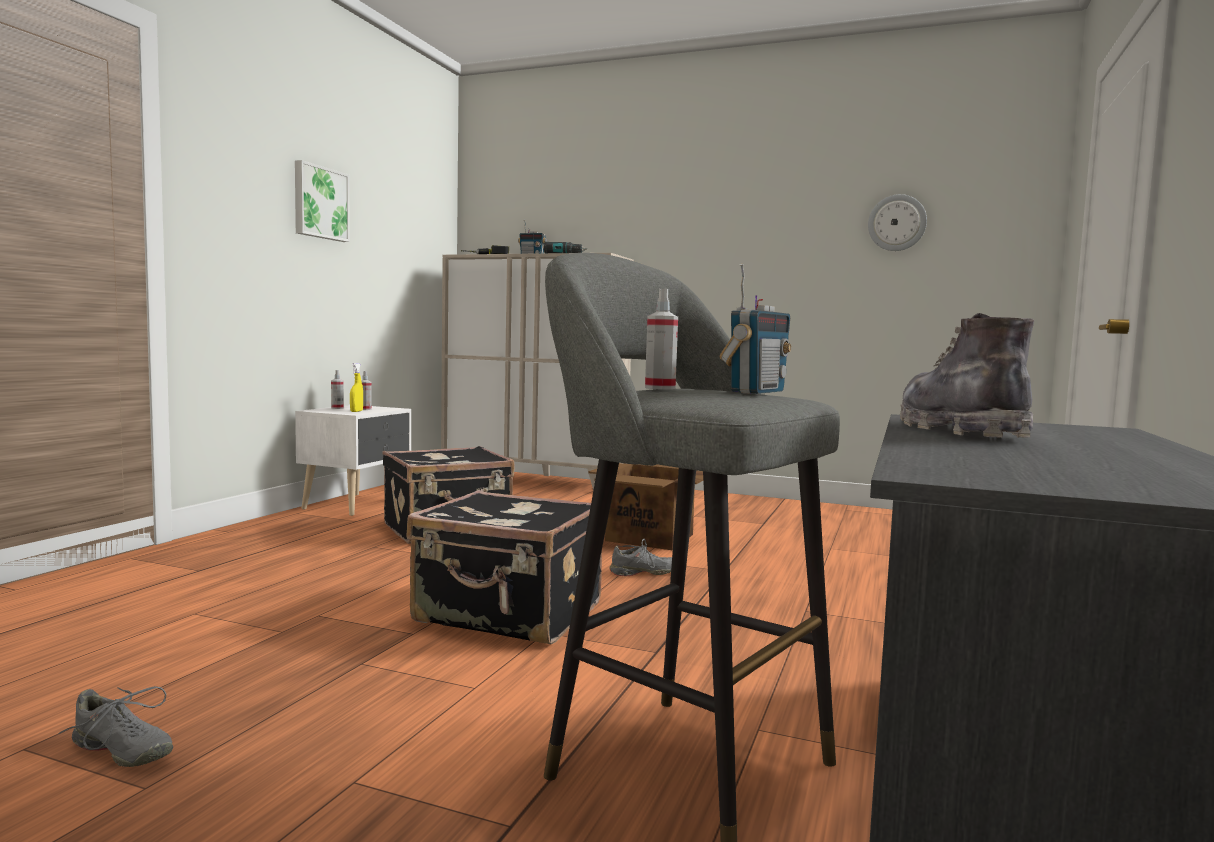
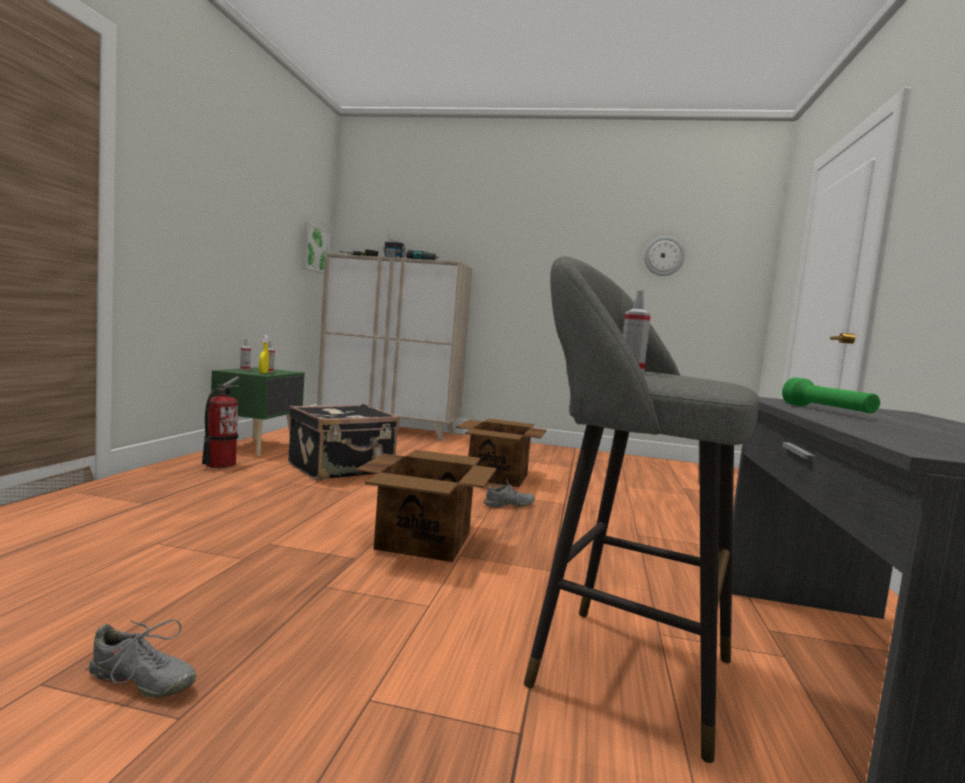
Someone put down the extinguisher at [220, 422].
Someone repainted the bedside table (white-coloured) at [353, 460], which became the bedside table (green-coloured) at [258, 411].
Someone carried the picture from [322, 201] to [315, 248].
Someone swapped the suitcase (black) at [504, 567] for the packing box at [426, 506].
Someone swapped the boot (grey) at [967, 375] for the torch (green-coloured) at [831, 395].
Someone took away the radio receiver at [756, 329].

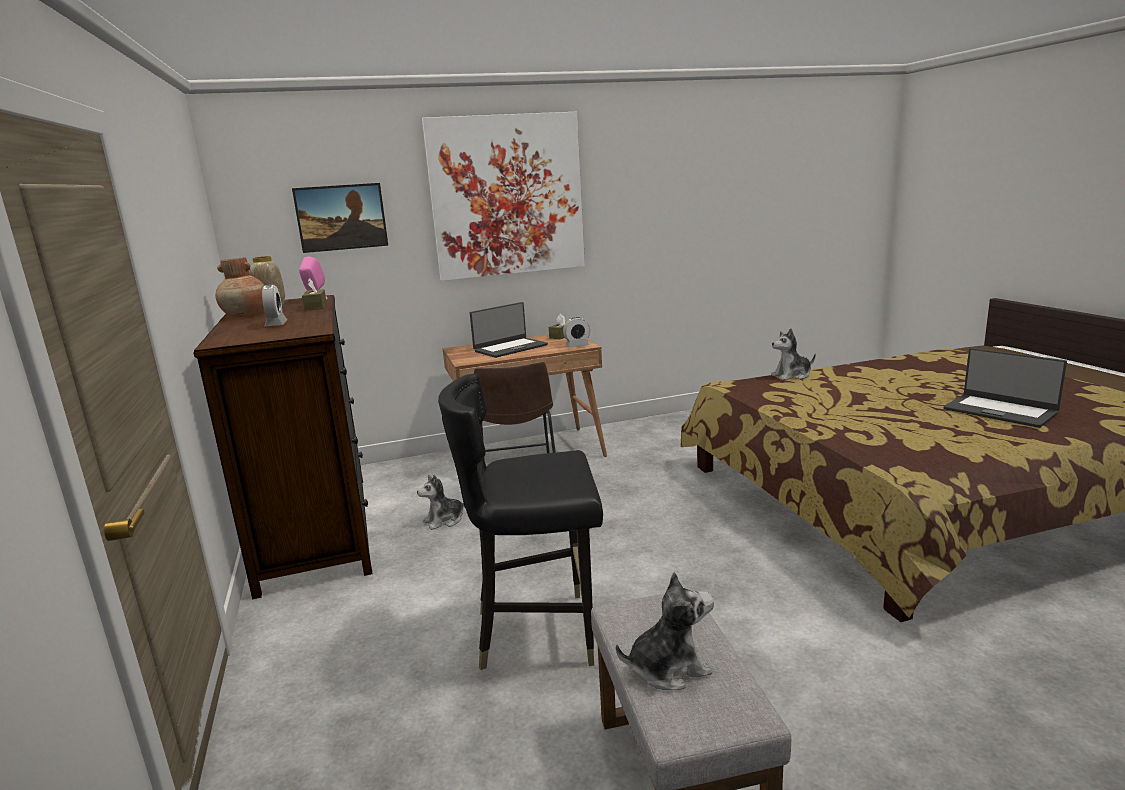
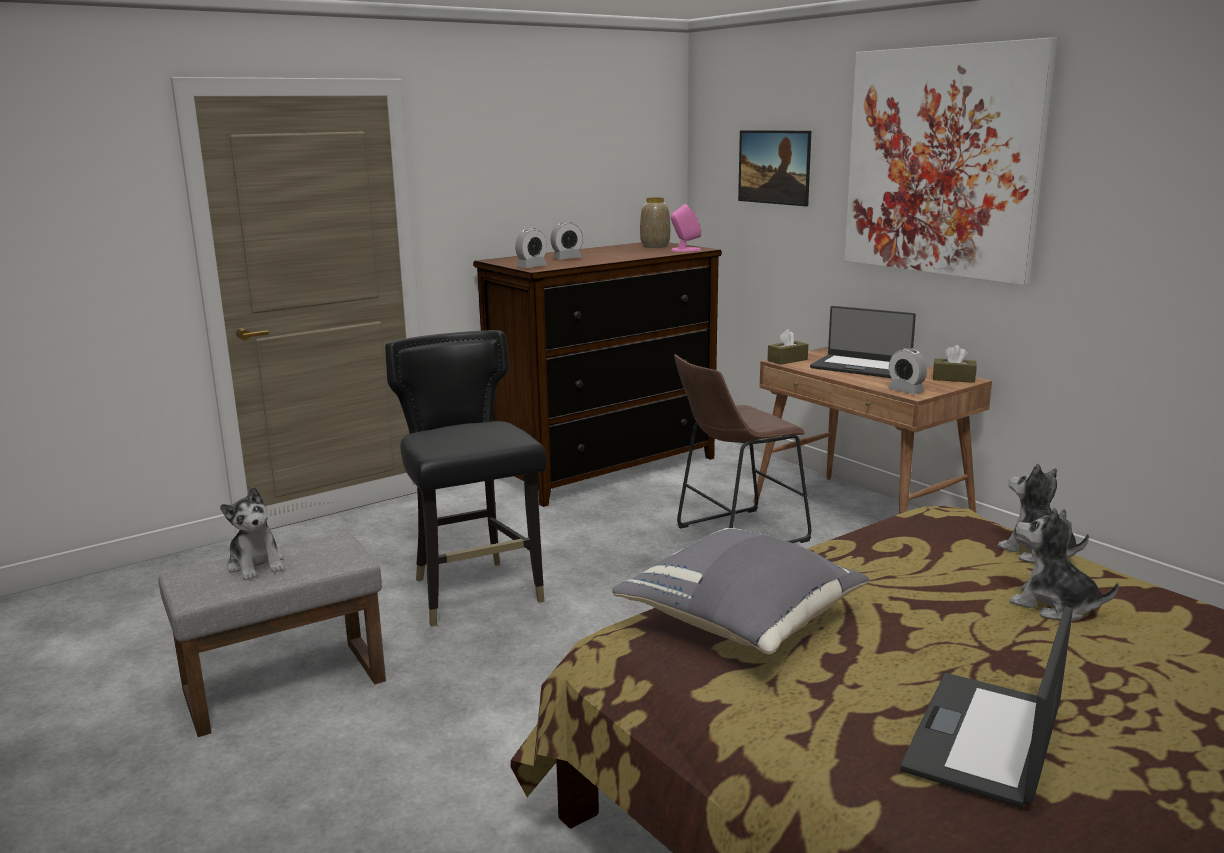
Someone put down the bedside clock at [531, 248].
Someone put down the pillow (grey) at [740, 591].
Someone carried the tissue box (brown-coloured) from [314, 294] to [787, 347].
Someone carried the cuddly toy from [440, 502] to [1064, 564].
Someone took away the decorative vase (brown-coloured) at [239, 287].

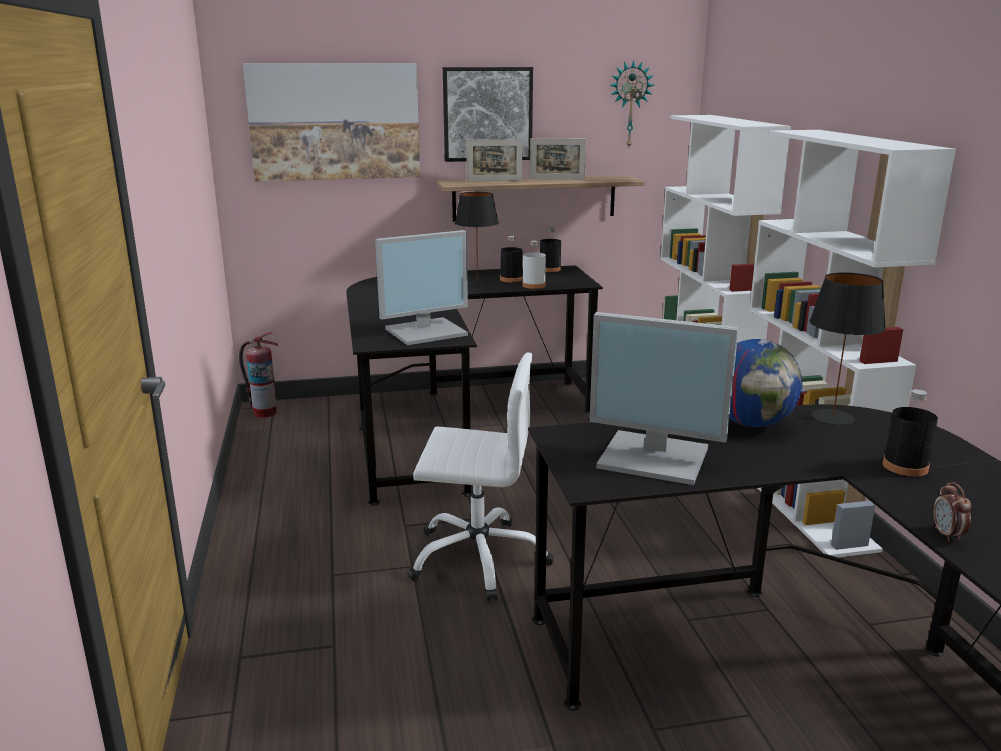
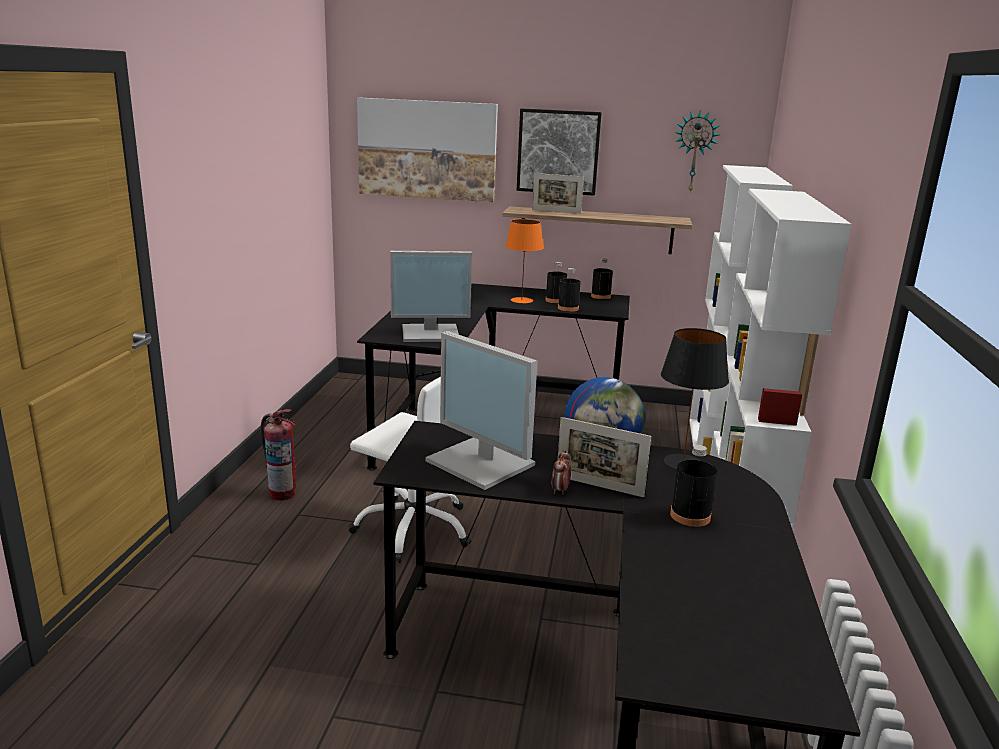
Someone carried the extinguisher from [258, 375] to [278, 455].
Someone repainted the table lamp (black) at [477, 239], which became the table lamp (orangey) at [524, 261].
Someone carried the bedside clock from [952, 512] to [562, 472].
Someone repainted the bottle (white-coloured) at [534, 265], which became the bottle (black) at [569, 290].
Someone carried the photo frame from [558, 159] to [604, 457].

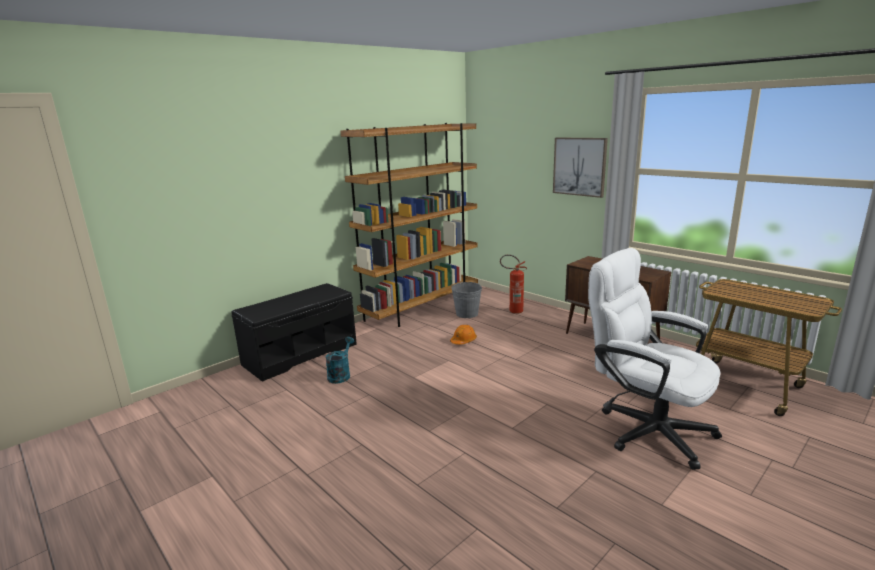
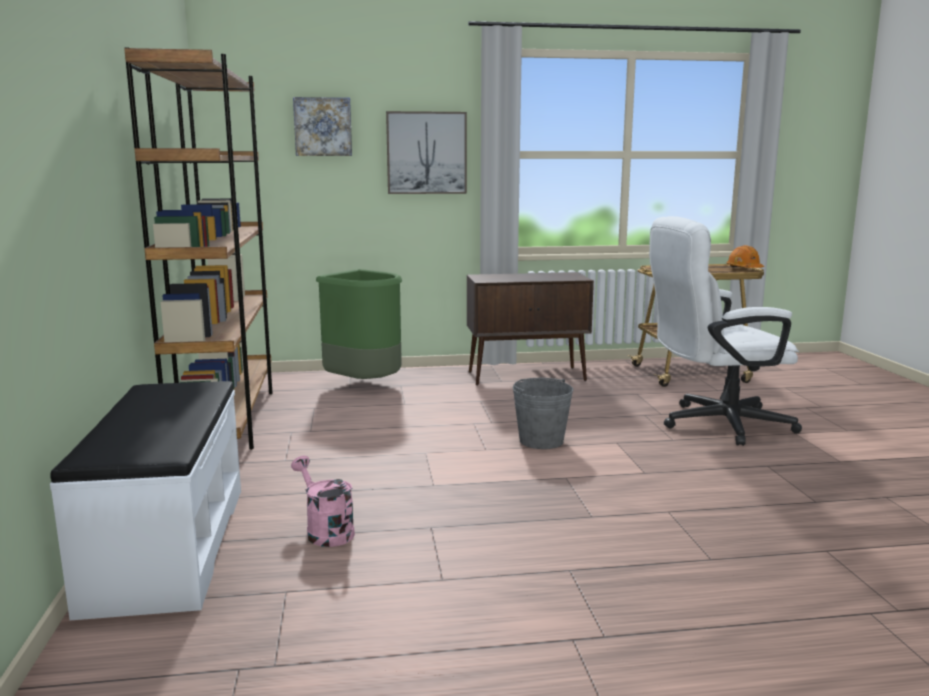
Someone repainted the bench (black) at [294, 332], which became the bench (white-coloured) at [145, 500].
Someone repainted the watering can (blue-green) at [339, 360], which became the watering can (pink-coloured) at [323, 501].
Someone put up the picture at [322, 126].
Someone swapped the extinguisher at [513, 284] for the waste bin (green-coloured) at [359, 324].
Someone carried the bucket (grey) from [466, 300] to [543, 413].
Someone carried the safety helmet (orangey) from [463, 335] to [745, 256].

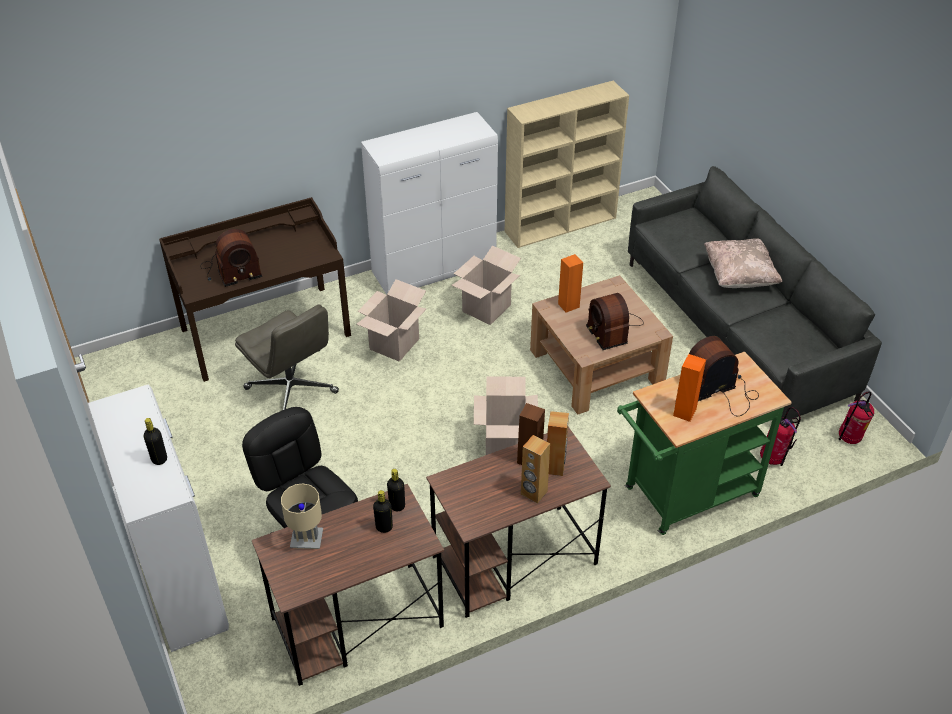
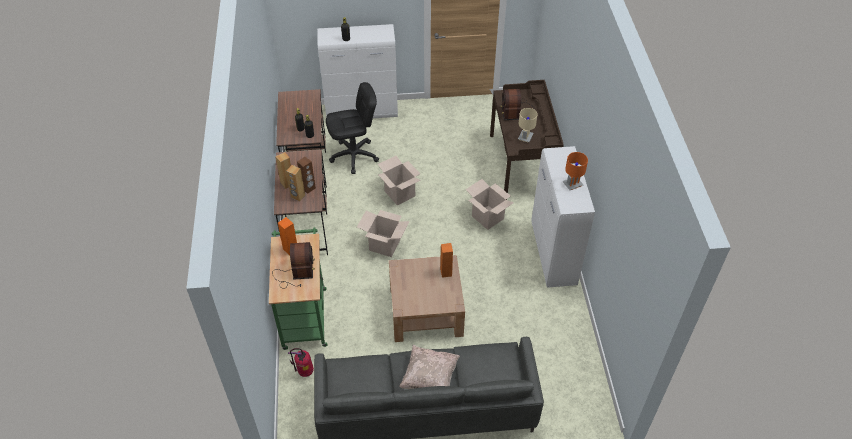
Someone carried the packing box from [486, 285] to [399, 180].
Someone carried the table lamp (beige) from [302, 516] to [528, 125].
Someone put down the table lamp (orangey) at [575, 171].
Someone took away the office chair (grey) at [287, 357].
Someone took away the shelving unit (beige) at [567, 164].
Someone took away the radio receiver at [615, 321].
Someone took away the extinguisher at [856, 418].

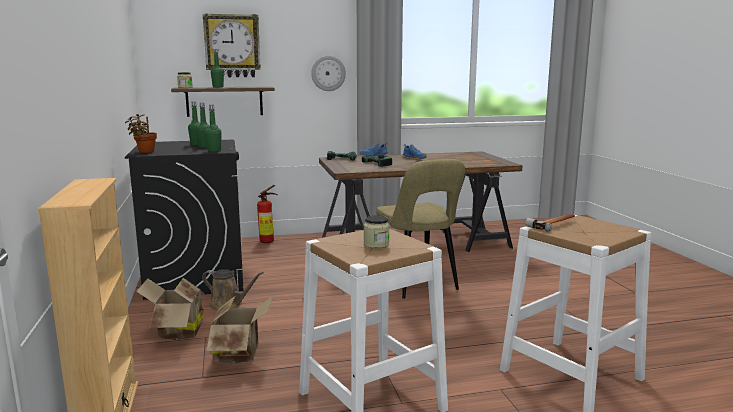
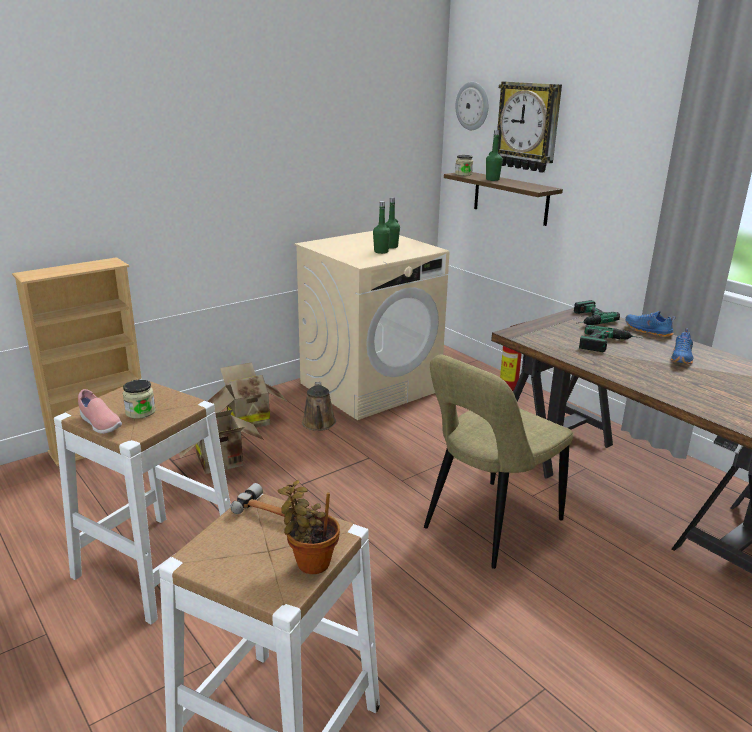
Someone put down the item of footwear (pink-coloured) at [100, 411].
Someone carried the plant in a pot from [141, 133] to [309, 527].
Someone repainted the laundry machine (black) at [184, 220], which became the laundry machine (beige) at [372, 325].
Someone carried the hanging clock from [328, 73] to [471, 106].
Someone took away the bottle (green-coloured) at [213, 128].

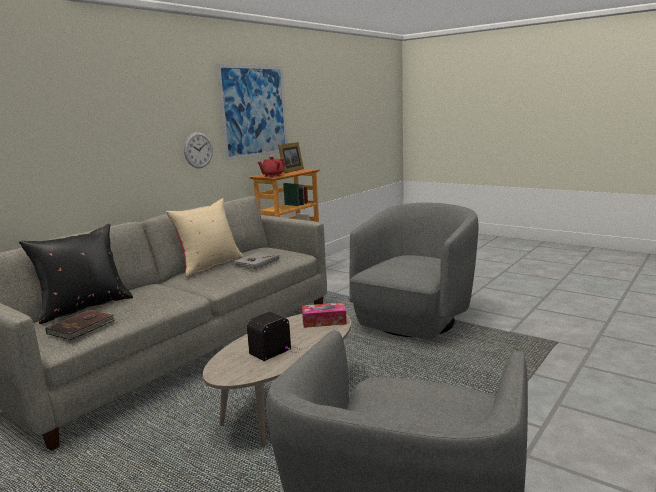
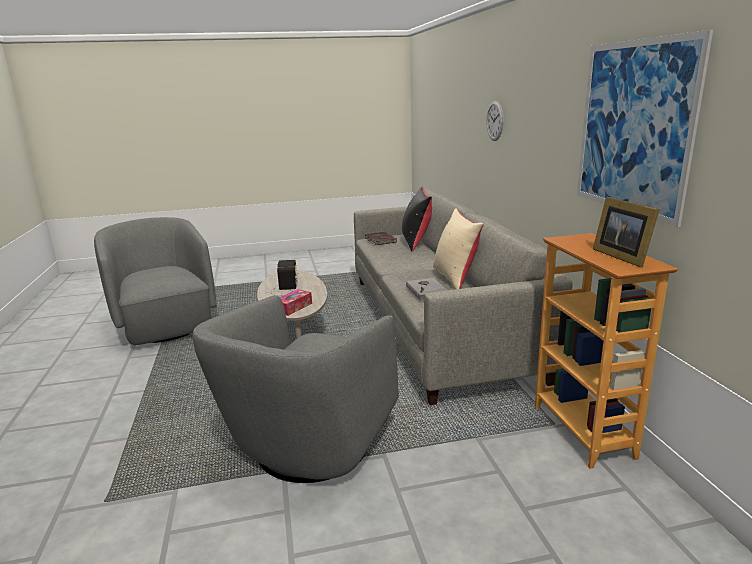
Someone rotated the armchair (grey) at [414, 270] by 45 degrees clockwise.
Someone carried the hanging clock from [198, 150] to [495, 121].
Someone took away the pot for tea (red) at [272, 167].

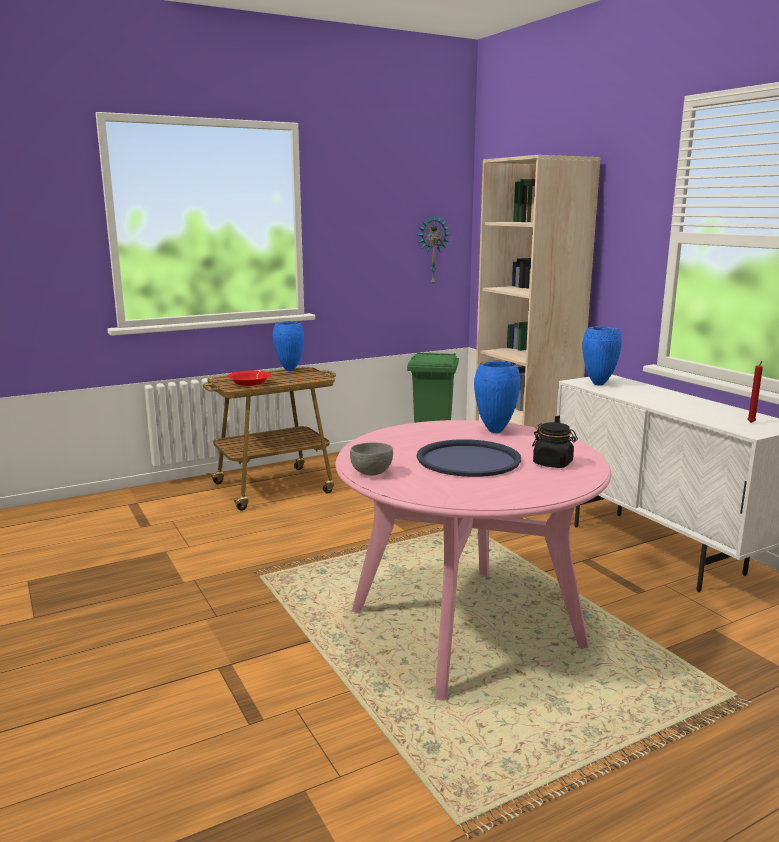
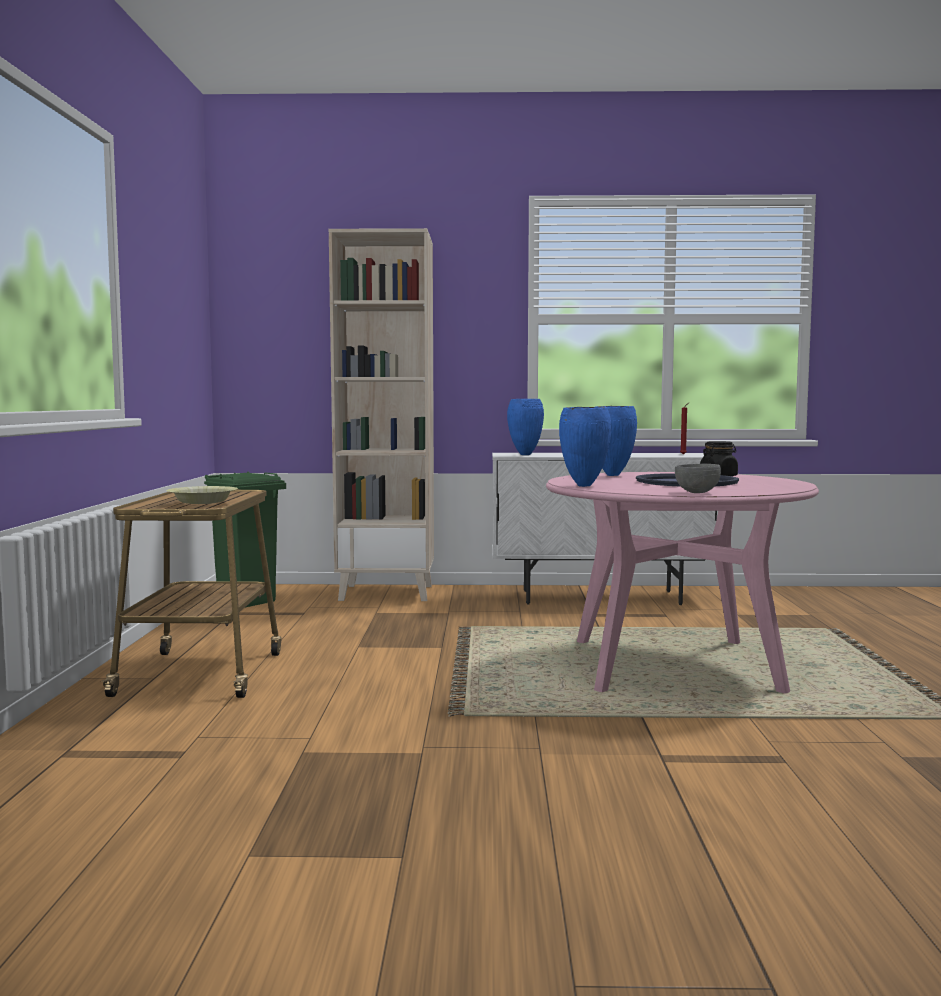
Someone repainted the serving bowl (red) at [249, 378], which became the serving bowl (yellowish) at [202, 495].
Someone carried the decorative vase (bluish) from [288, 346] to [585, 447].
Someone took away the hanging clock at [434, 249].

